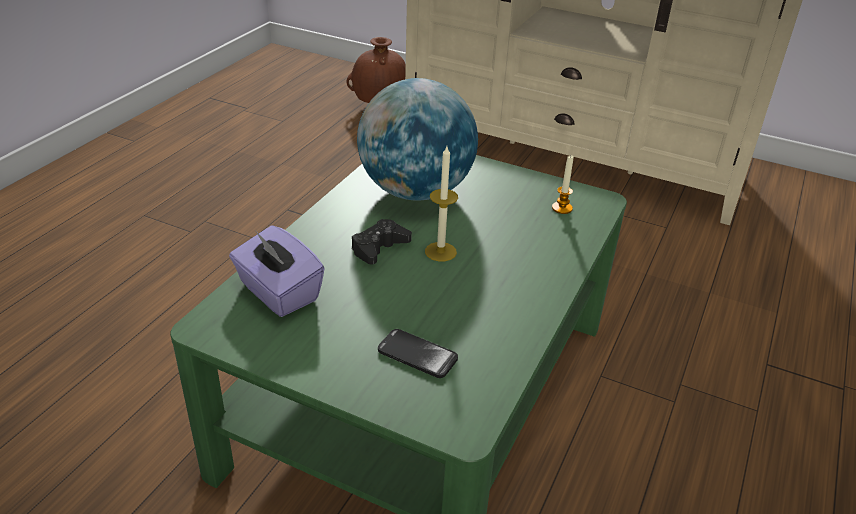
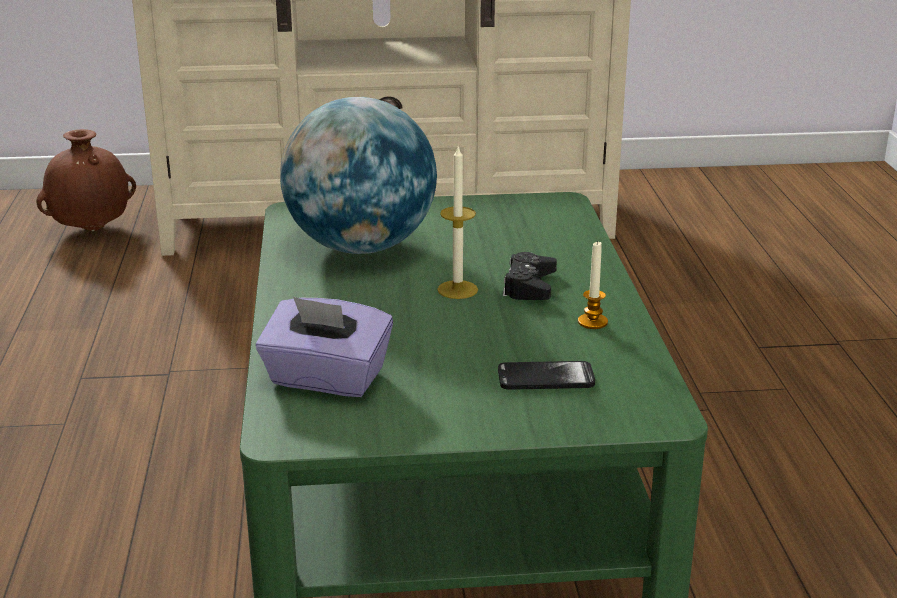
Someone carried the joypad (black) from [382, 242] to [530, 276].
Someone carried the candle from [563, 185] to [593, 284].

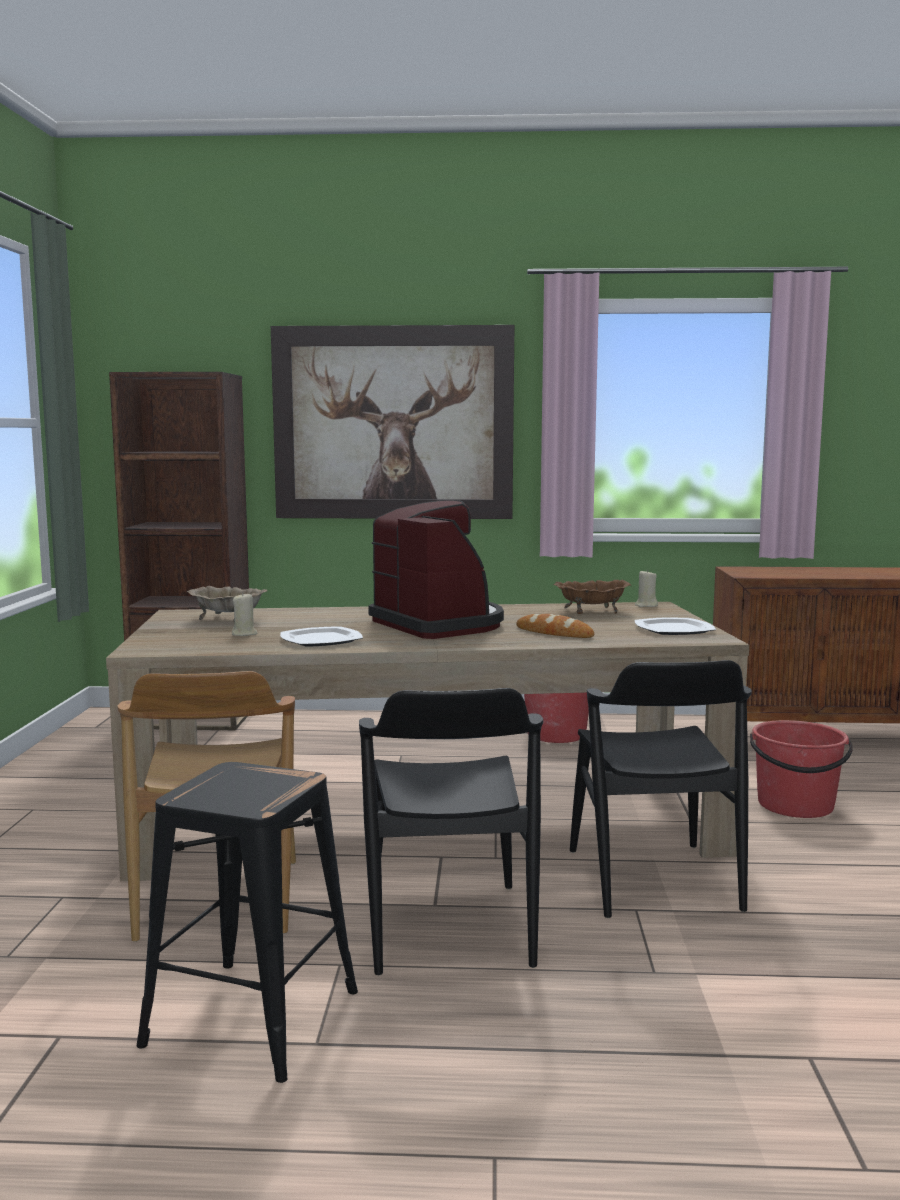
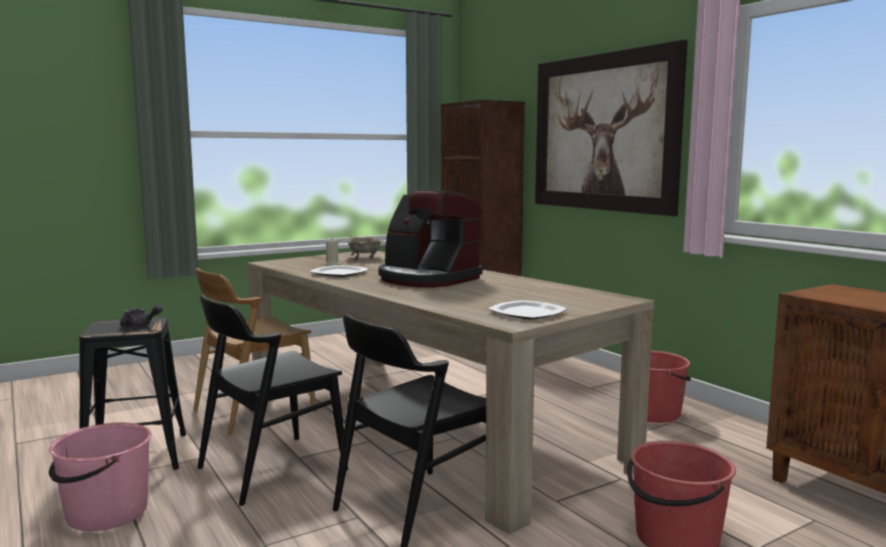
Someone put down the bucket (pink-coloured) at [100, 477].
Someone put down the pot for tea (grey) at [141, 316].
Someone rotated the coffee maker at [436, 569] by 105 degrees clockwise.
Someone took away the bakery bread at [555, 626].
Someone took away the serving bowl (brown-coloured) at [592, 597].
Someone took away the candle (beige) at [646, 588].

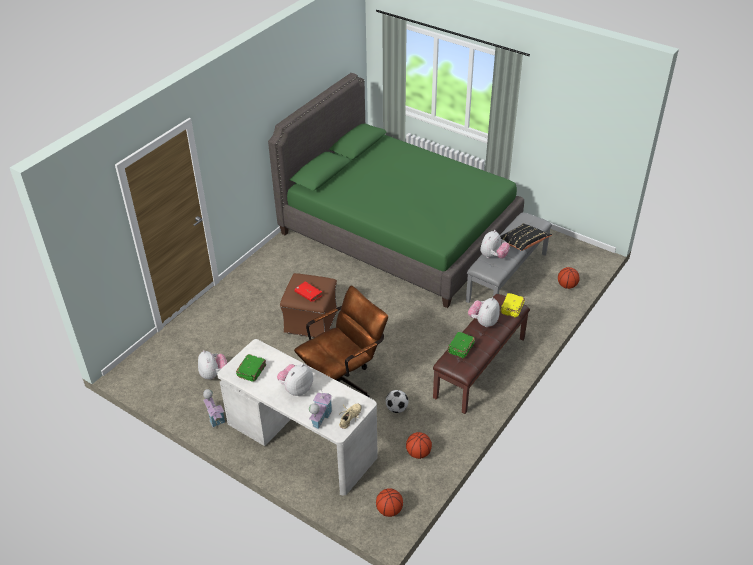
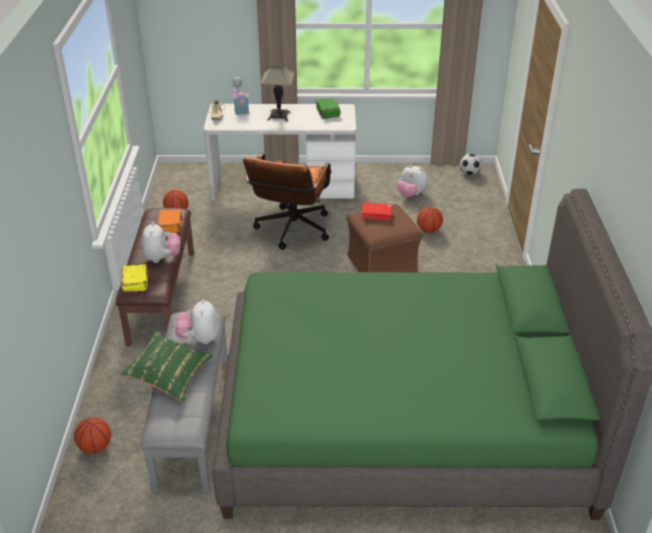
Someone repainted the pillow (black) at [526, 237], which became the pillow (green-coloured) at [166, 366].
Someone repainted the bound book (green-coloured) at [461, 345], which became the bound book (orangey) at [169, 221].
Someone swapped the cuddly toy at [295, 380] for the table lamp at [277, 92].
Someone carried the ball for basketball from [389, 502] to [430, 220].
Someone carried the football from [397, 401] to [471, 164].
Someone took away the miniature house at [214, 408].

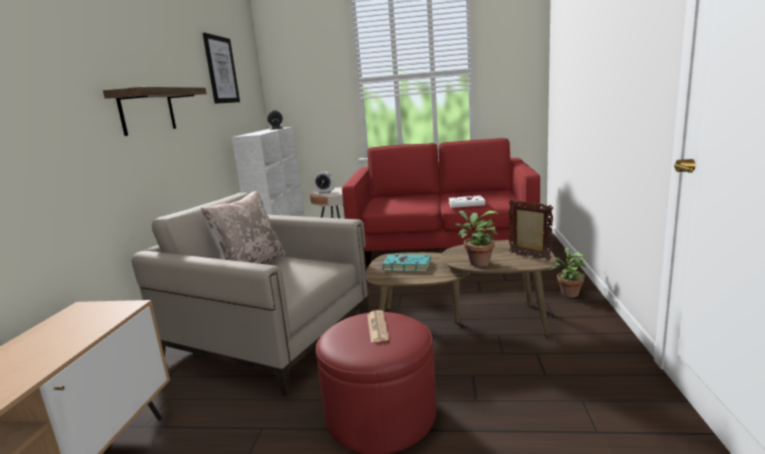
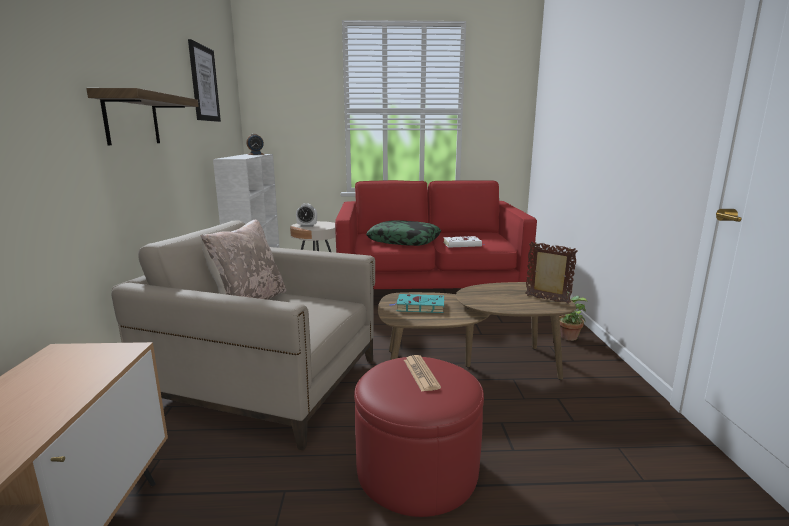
Someone put down the pillow at [403, 233].
Someone took away the plant in a pot at [477, 238].

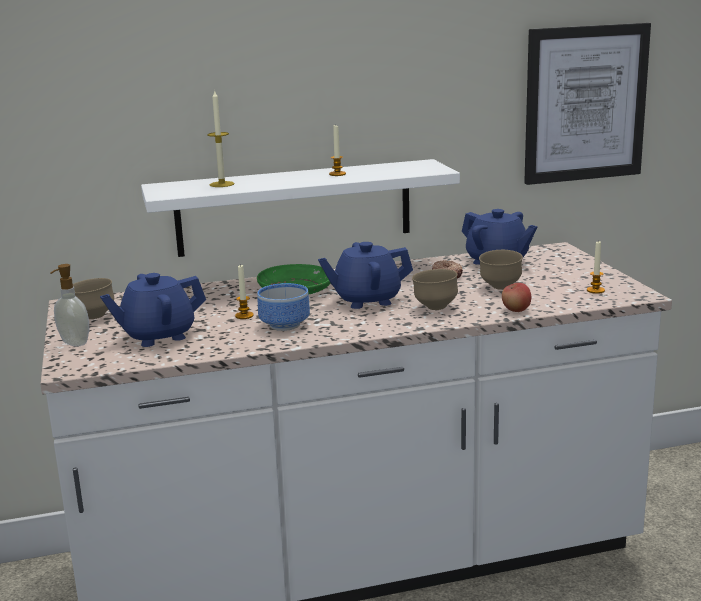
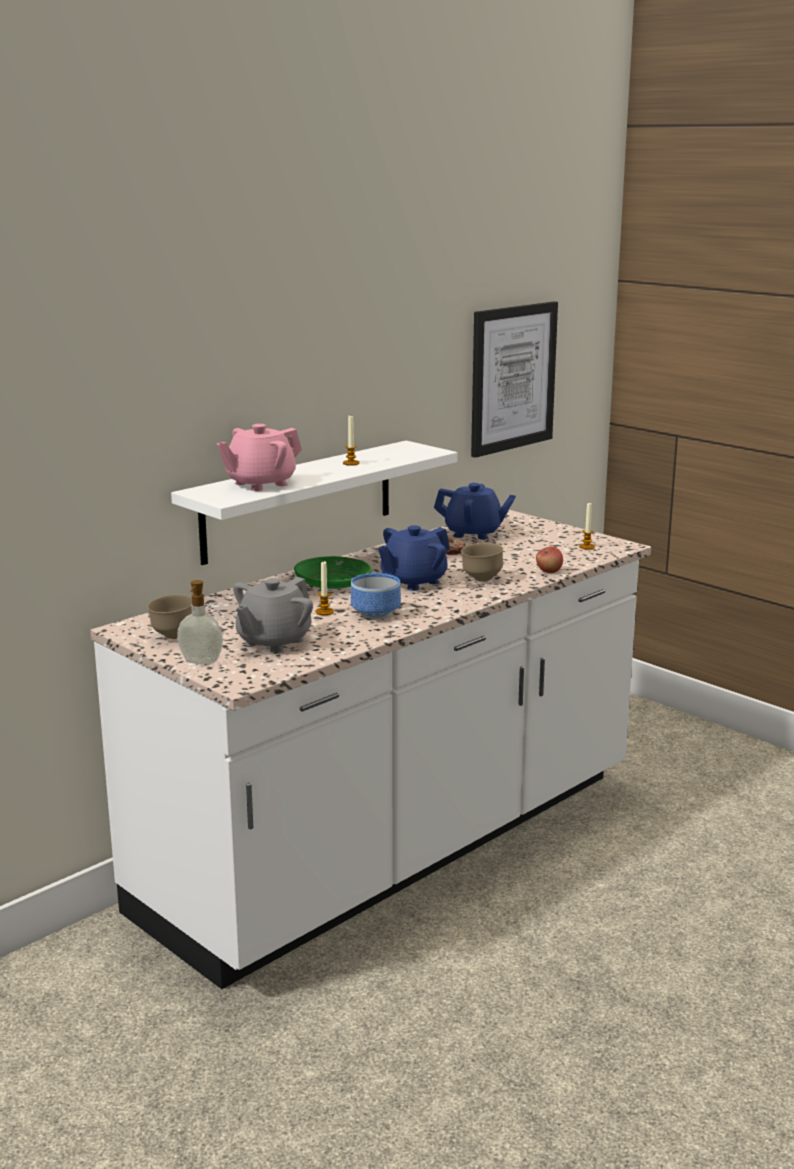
Someone swapped the candle at [221, 138] for the pot for tea (pink-coloured) at [259, 457].
Someone repainted the pot for tea (bluish) at [153, 310], which became the pot for tea (grey) at [273, 615].
Someone took away the serving bowl (brown-coloured) at [501, 270].

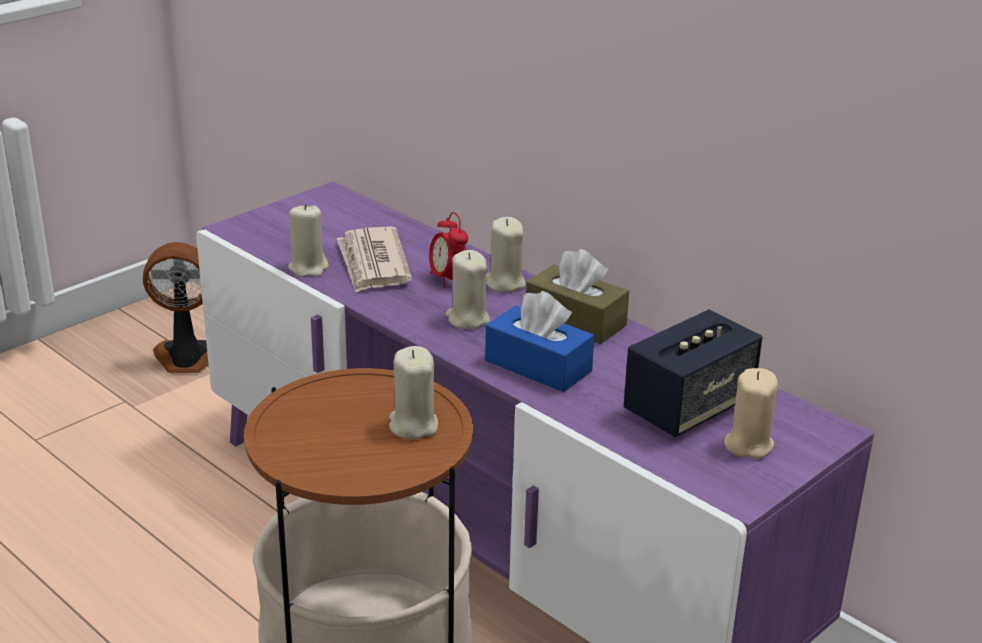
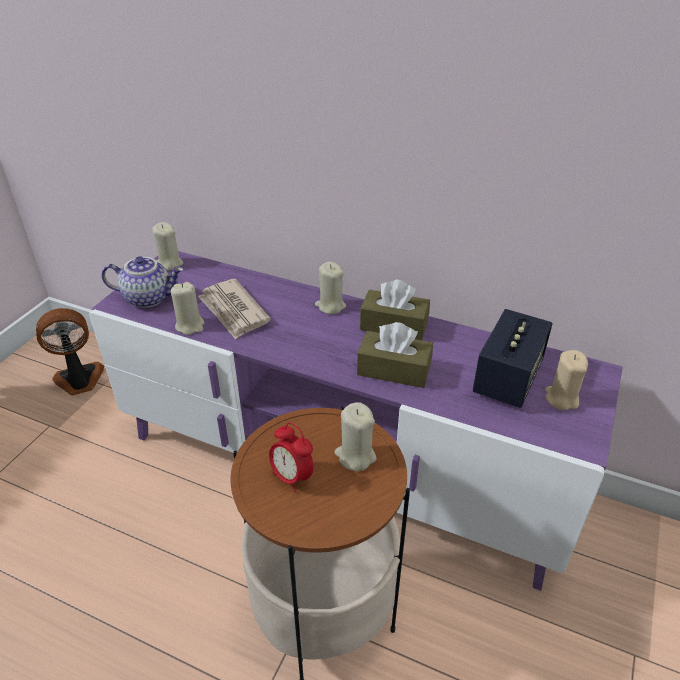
Someone put down the pot for tea at [142, 282].
Someone carried the candle (beige) from [467, 289] to [167, 246].
Someone carried the bedside clock from [448, 250] to [291, 457].
Someone repainted the tissue box (bluish) at [539, 341], which became the tissue box (brown-coloured) at [395, 355].

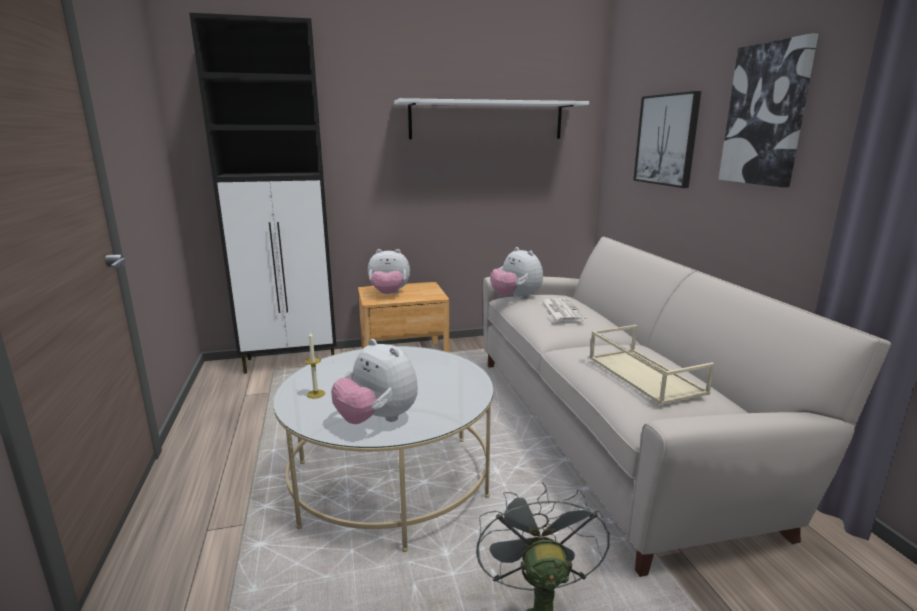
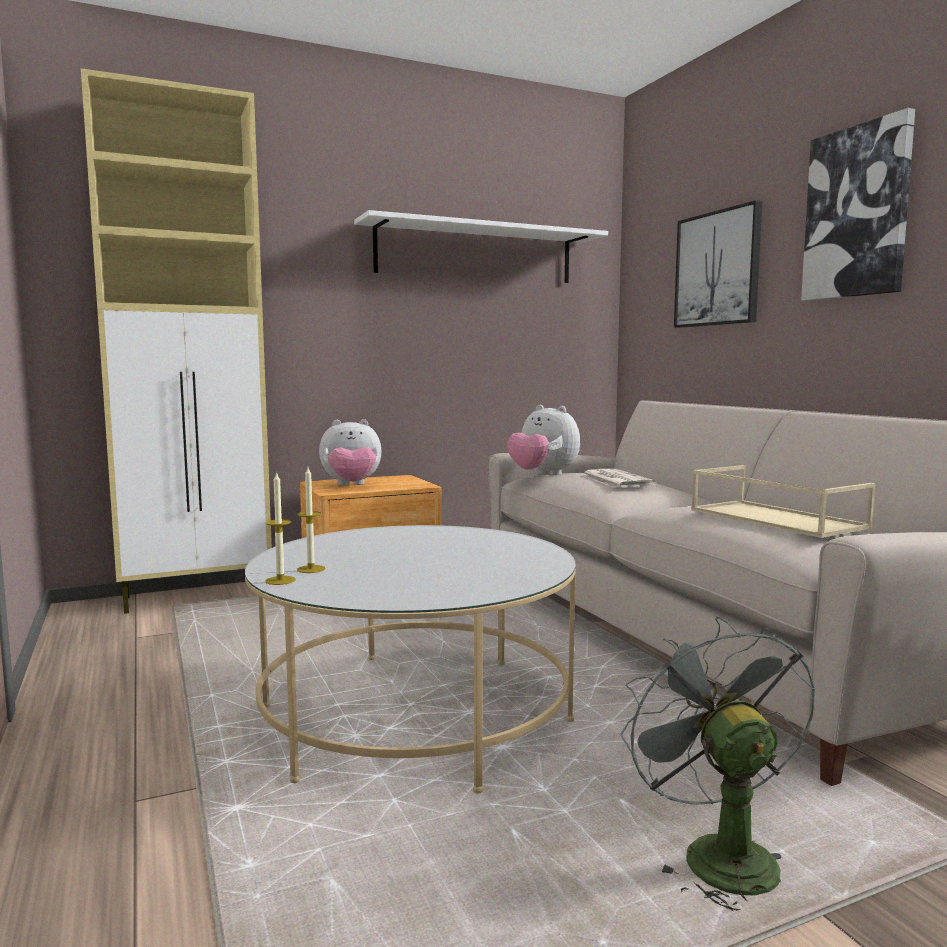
Someone repainted the cupboard (black) at [262, 193], which became the cupboard (beige) at [176, 341].
Someone put down the candle at [280, 528].
Someone took away the cuddly toy at [374, 381].

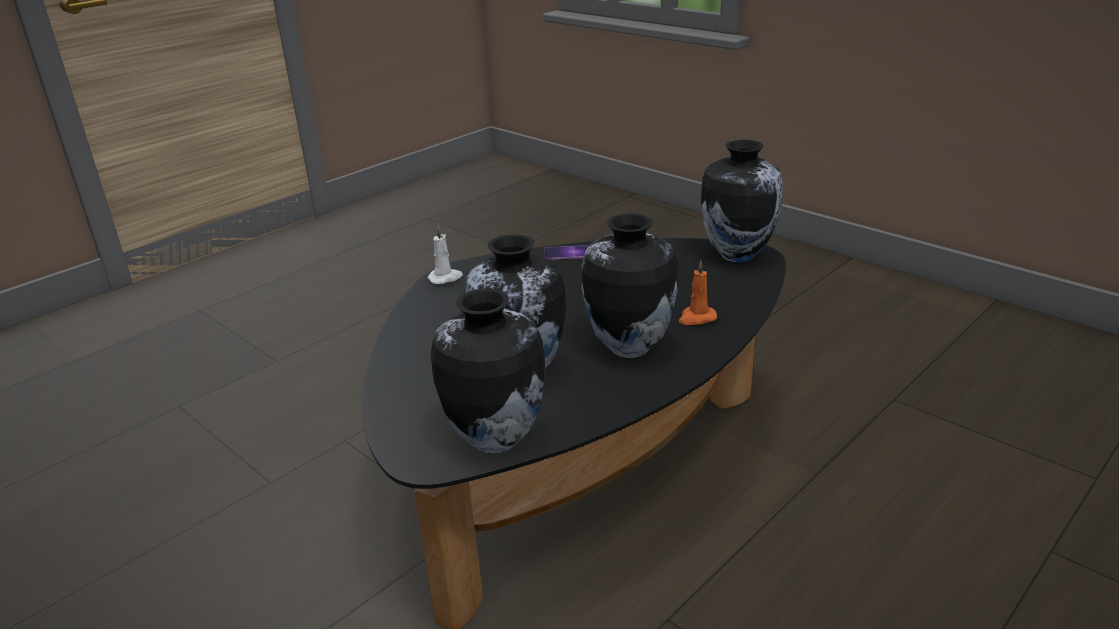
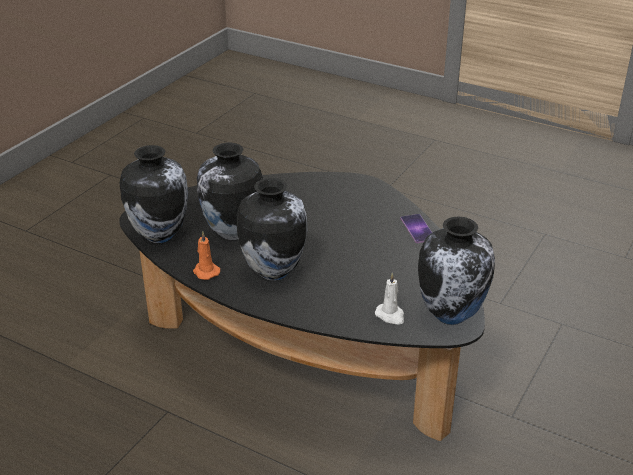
Someone carried the candle (orangey) from [698, 292] to [206, 255].
Someone carried the candle (white-coloured) from [445, 254] to [389, 298].

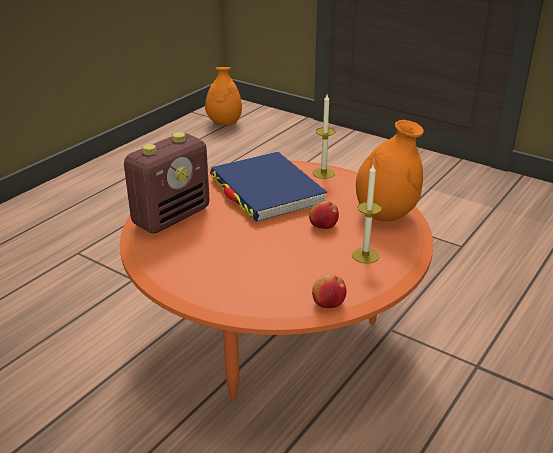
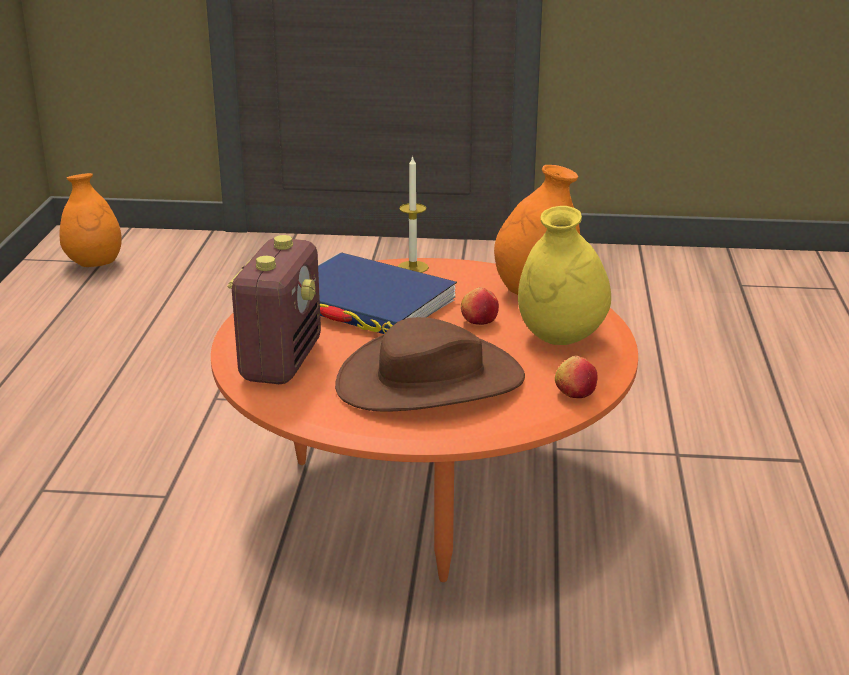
Someone put down the wearable hat (brown-coloured) at [430, 364].
Someone swapped the candle at [367, 214] for the decorative vase (yellowish) at [564, 275].

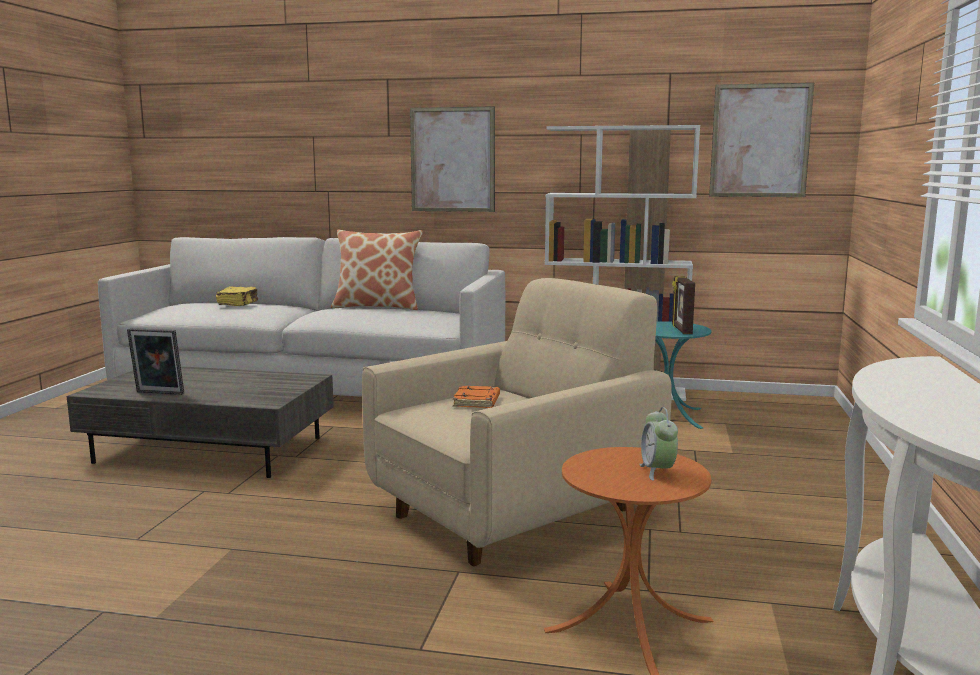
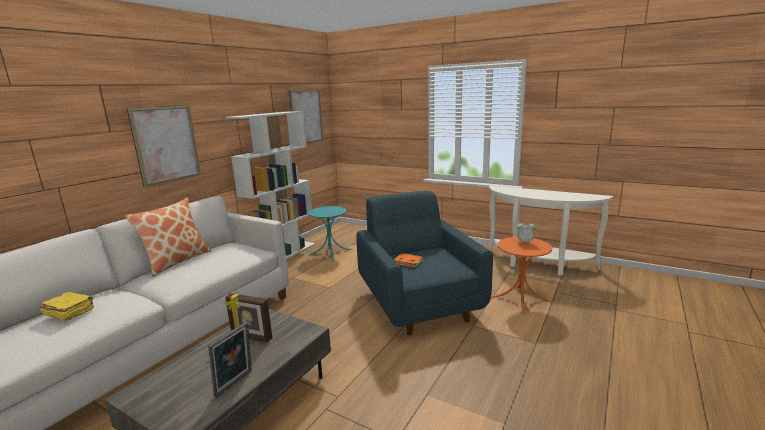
Someone carried the photo frame from [683, 305] to [248, 317].
Someone repainted the armchair (beige) at [517, 422], which became the armchair (bluish) at [424, 263].

